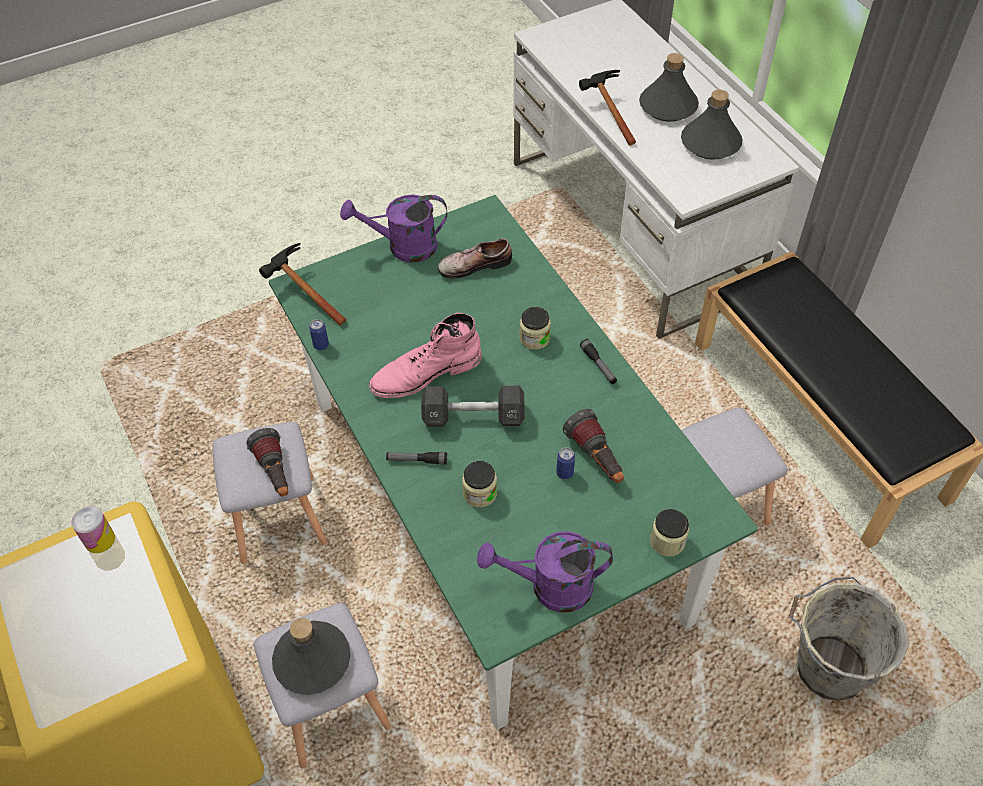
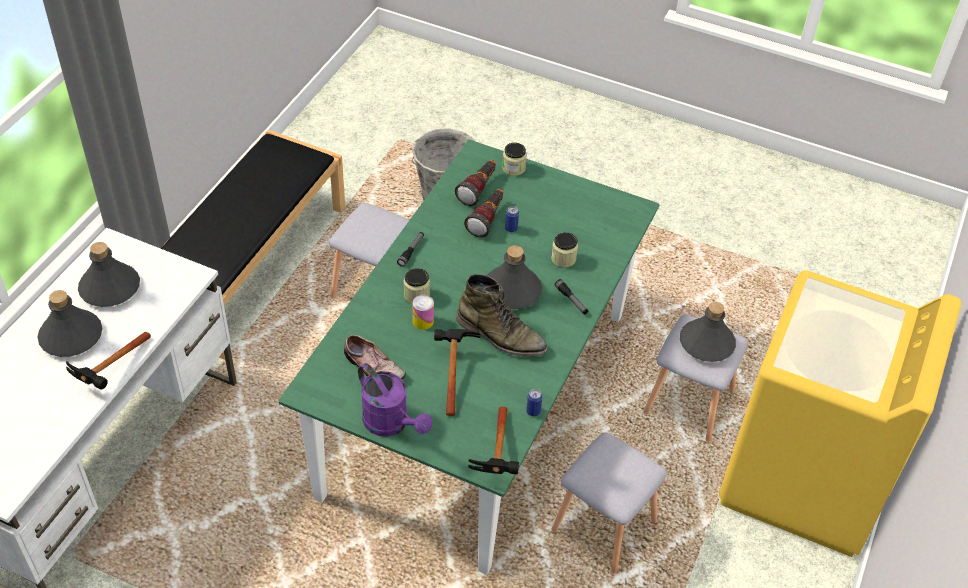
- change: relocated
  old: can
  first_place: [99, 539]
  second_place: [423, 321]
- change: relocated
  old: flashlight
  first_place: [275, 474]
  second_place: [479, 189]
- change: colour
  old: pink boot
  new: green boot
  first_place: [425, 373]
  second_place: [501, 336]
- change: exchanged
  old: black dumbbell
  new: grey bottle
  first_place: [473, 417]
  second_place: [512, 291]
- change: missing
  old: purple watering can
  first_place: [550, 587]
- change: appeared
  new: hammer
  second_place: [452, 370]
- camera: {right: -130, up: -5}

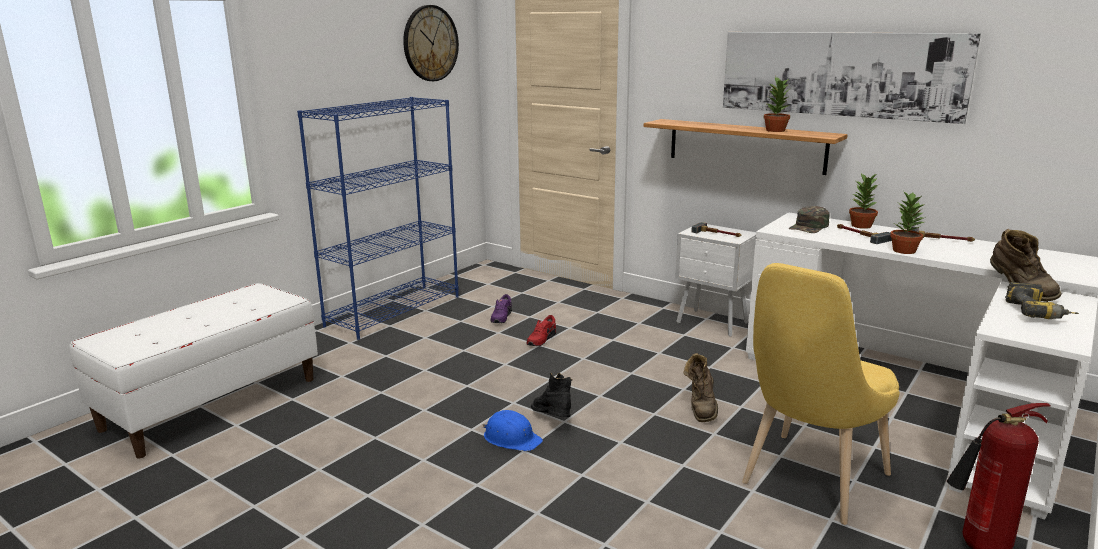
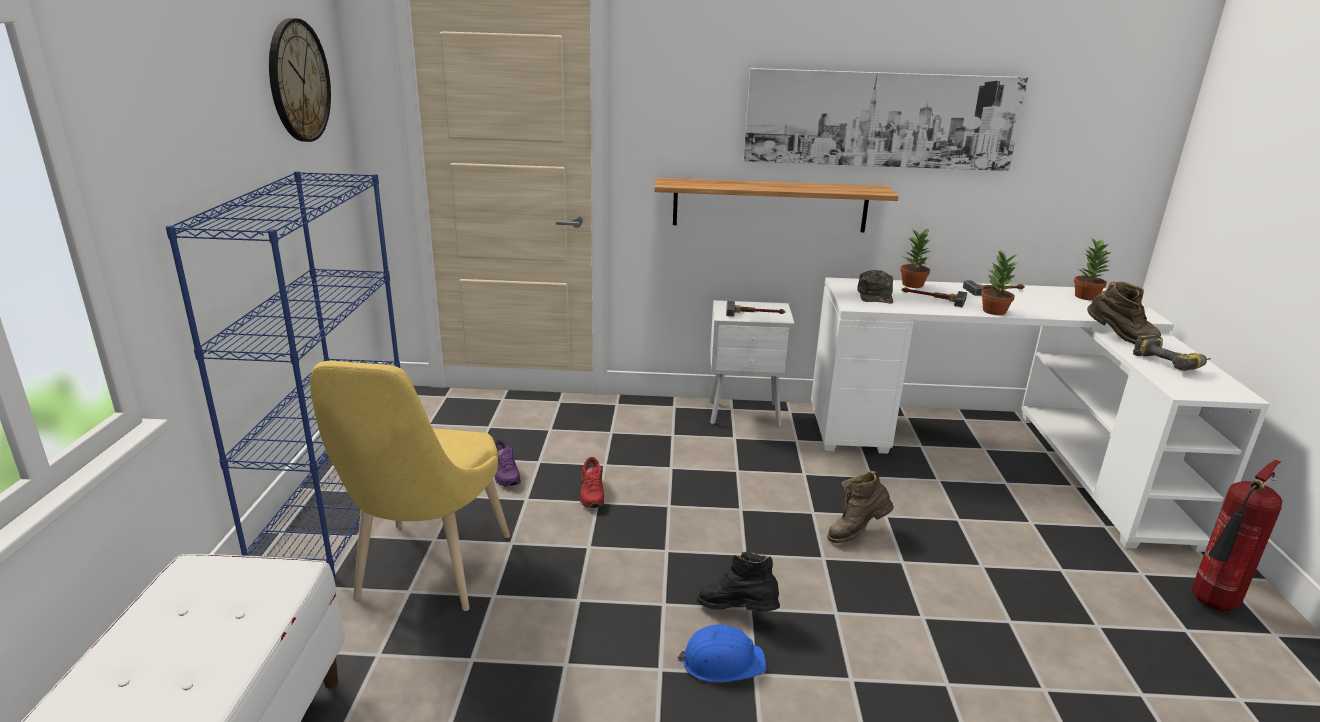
- change: spun
  old: brown boot
  first_place: [701, 408]
  second_place: [856, 532]
  degrees: 90
- change: relocated
  old: yellow chair
  first_place: [809, 483]
  second_place: [428, 573]
- change: relocated
  old: potted plant
  first_place: [775, 130]
  second_place: [1085, 296]
- camera: {right: -35, up: 5}

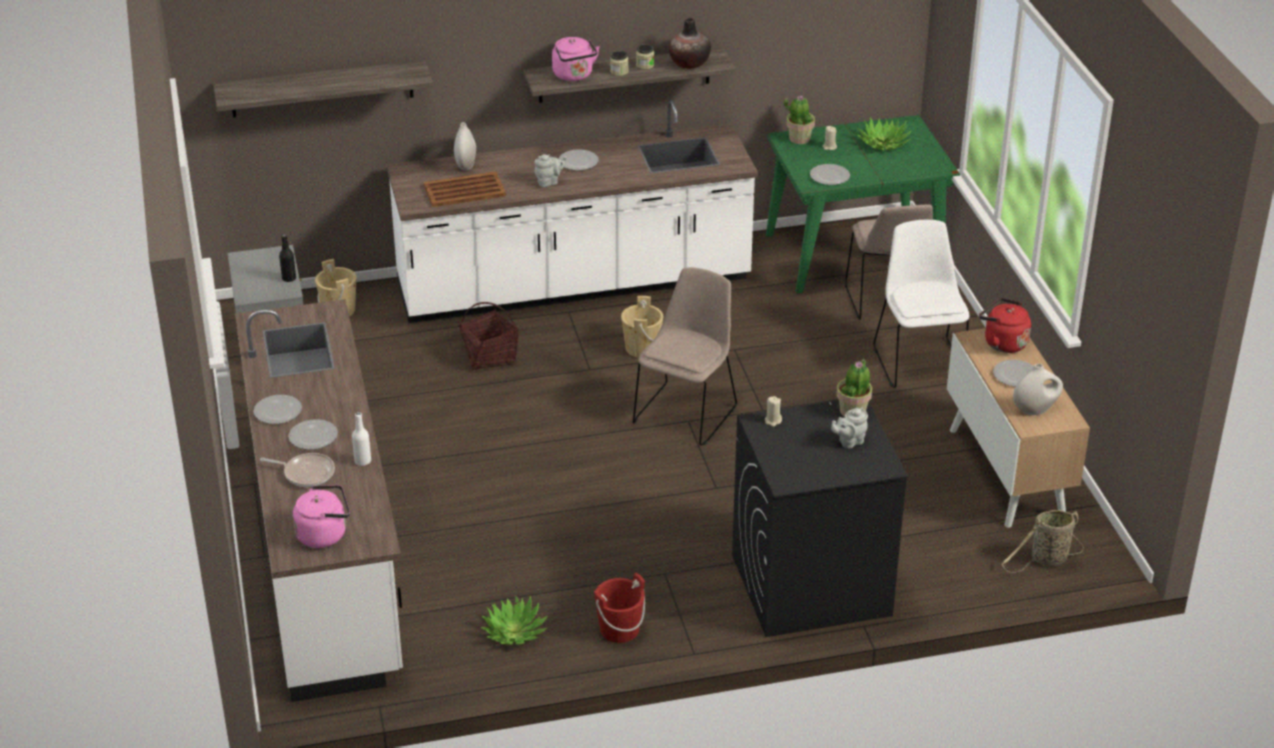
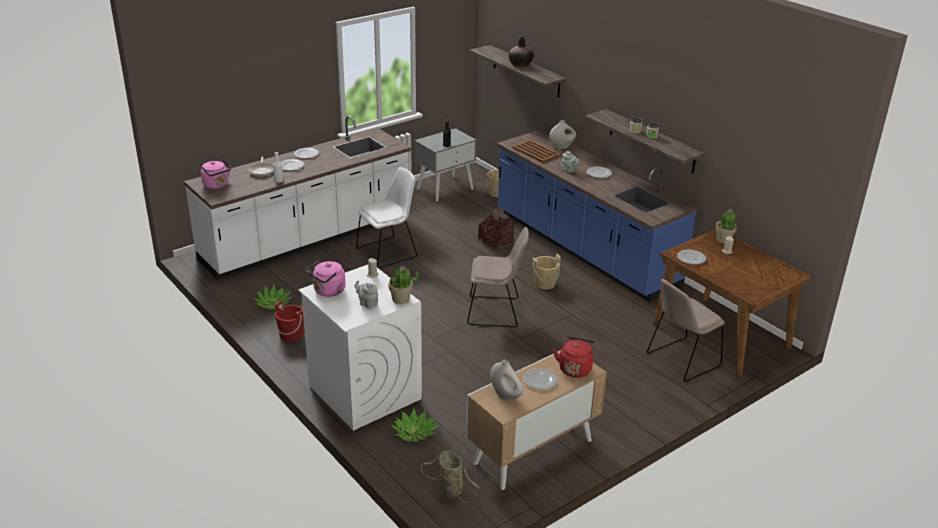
- change: colour
  old: white counter
  new: blue counter
  first_place: [574, 285]
  second_place: [583, 249]
- change: relocated
  old: pink kettle
  first_place: [574, 76]
  second_place: [328, 291]
- change: relocated
  old: vase
  first_place: [689, 63]
  second_place: [520, 65]
- change: colour
  old: black washing machine
  new: white washing machine
  first_place: [810, 585]
  second_place: [364, 392]
- change: colour
  old: green dining table
  new: brown dining table
  first_place: [855, 253]
  second_place: [721, 336]
- change: relocated
  old: potted plant
  first_place: [883, 143]
  second_place: [414, 433]
- change: relocated
  old: white chair
  first_place: [919, 361]
  second_place: [388, 252]
- camera: {right: 65, up: -5}

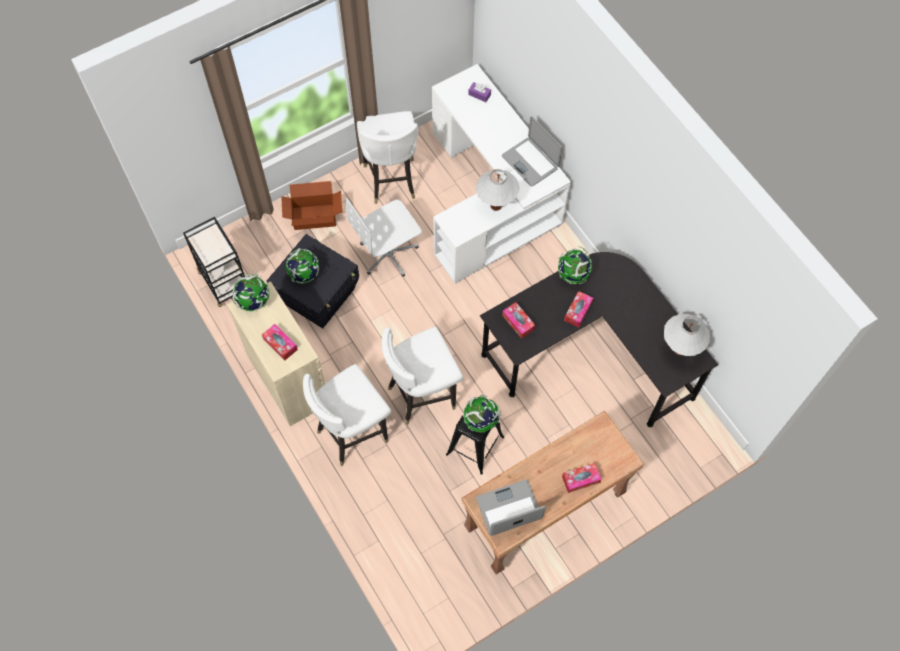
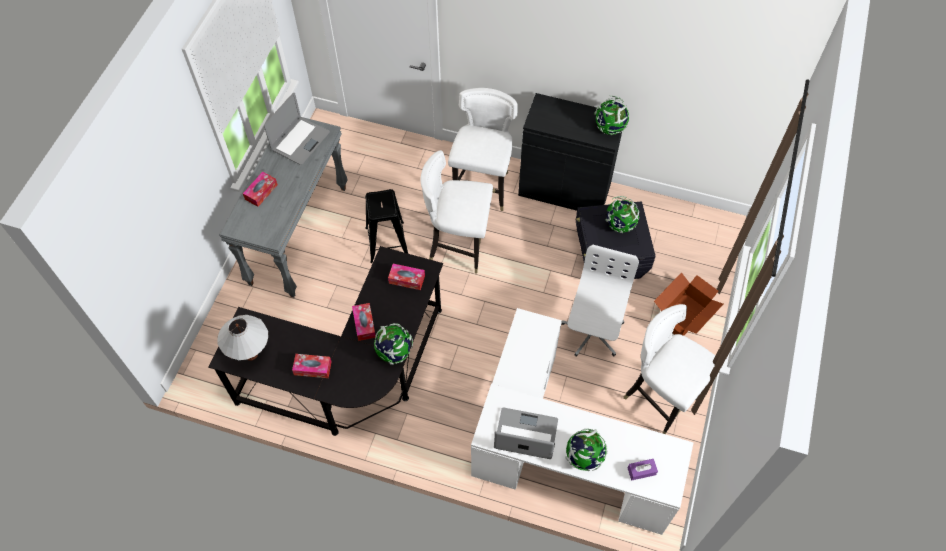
- change: missing
  old: black cart
  first_place: [225, 282]
- change: colour
  old: beige cabinet
  new: black cabinet
  first_place: [288, 378]
  second_place: [564, 189]
- change: relocated
  old: tissue box
  first_place: [280, 344]
  second_place: [312, 368]
- change: spun
  old: white chair
  first_place: [422, 395]
  second_place: [458, 247]
  degrees: -105
- change: colour
  old: brown console table
  new: grey console table
  first_place: [544, 513]
  second_place: [298, 234]
- change: relocated
  old: globe
  first_place: [481, 421]
  second_place: [583, 457]
- change: missing
  old: white table lamp
  first_place: [496, 206]
- camera: {right: 140, up: -5}

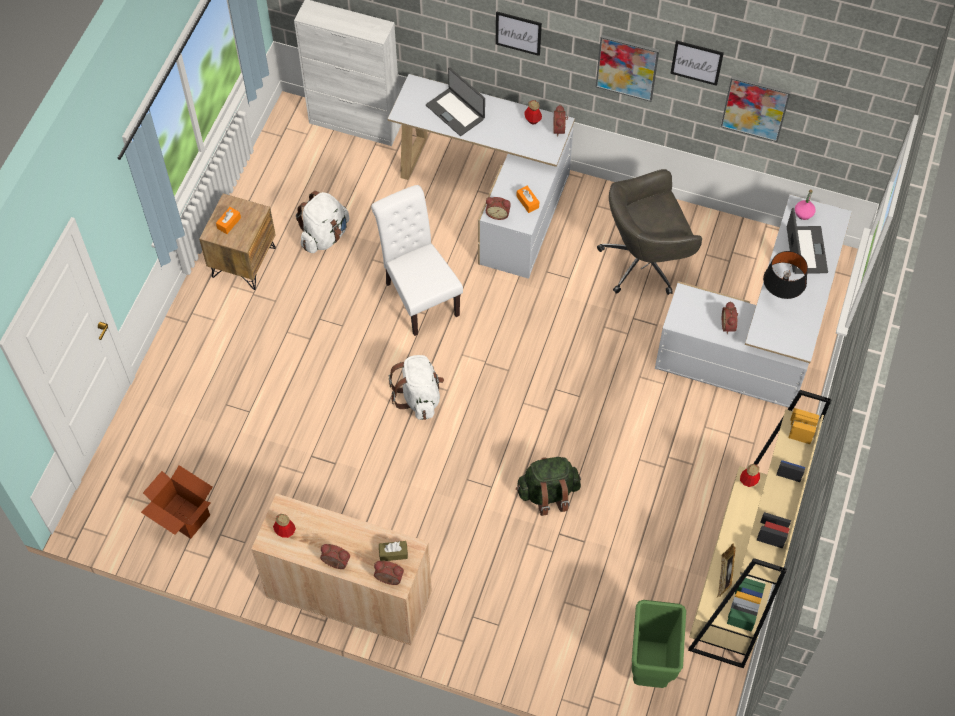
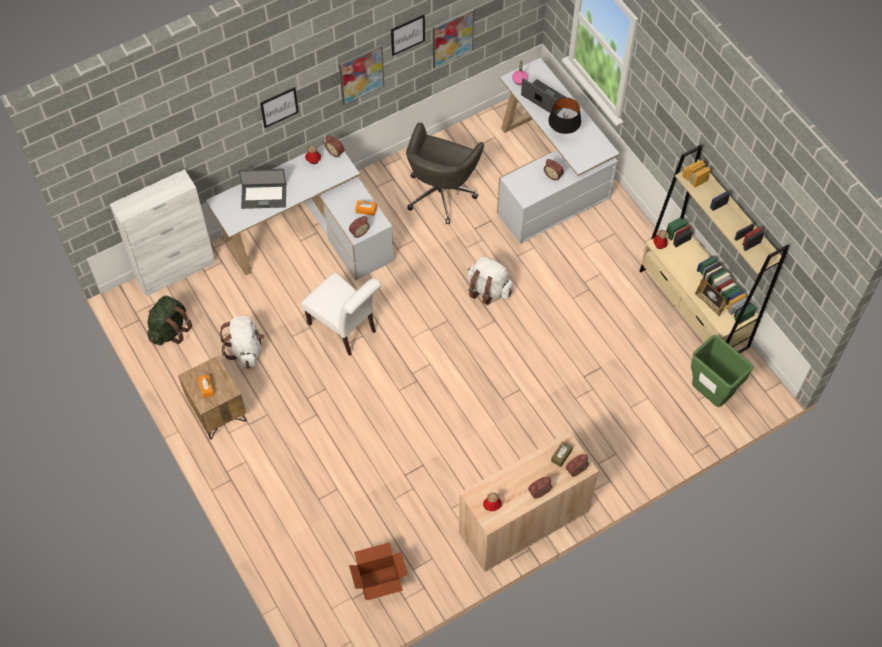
- change: spun
  old: white chair
  first_place: [418, 295]
  second_place: [345, 329]
  degrees: -150
- change: relocated
  old: white backpack
  first_place: [419, 397]
  second_place: [488, 289]
- change: relocated
  old: green backpack
  first_place: [548, 493]
  second_place: [170, 330]
- camera: {right: -50, up: 0}

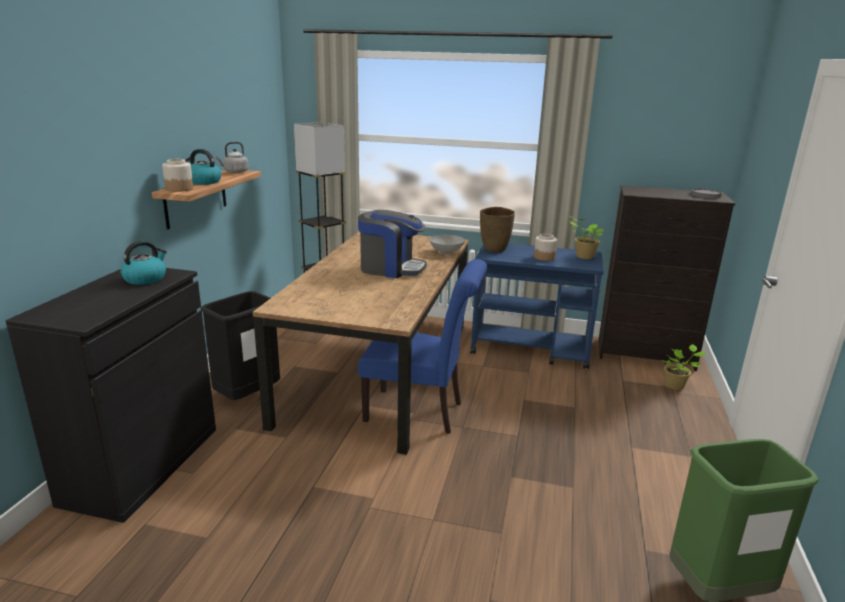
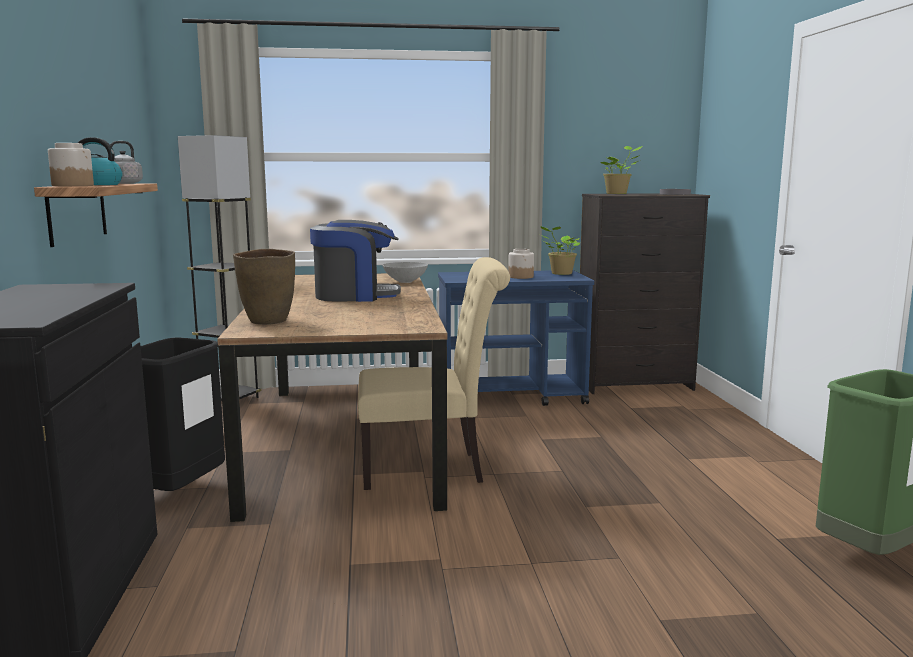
- change: missing
  old: kettle
  first_place: [145, 279]
- change: colour
  old: blue chair
  new: beige chair
  first_place: [420, 412]
  second_place: [430, 469]
- change: relocated
  old: brown vase
  first_place: [494, 250]
  second_place: [268, 321]
- change: relocated
  old: potted plant
  first_place: [676, 386]
  second_place: [618, 193]
- camera: {right: -20, up: -10}

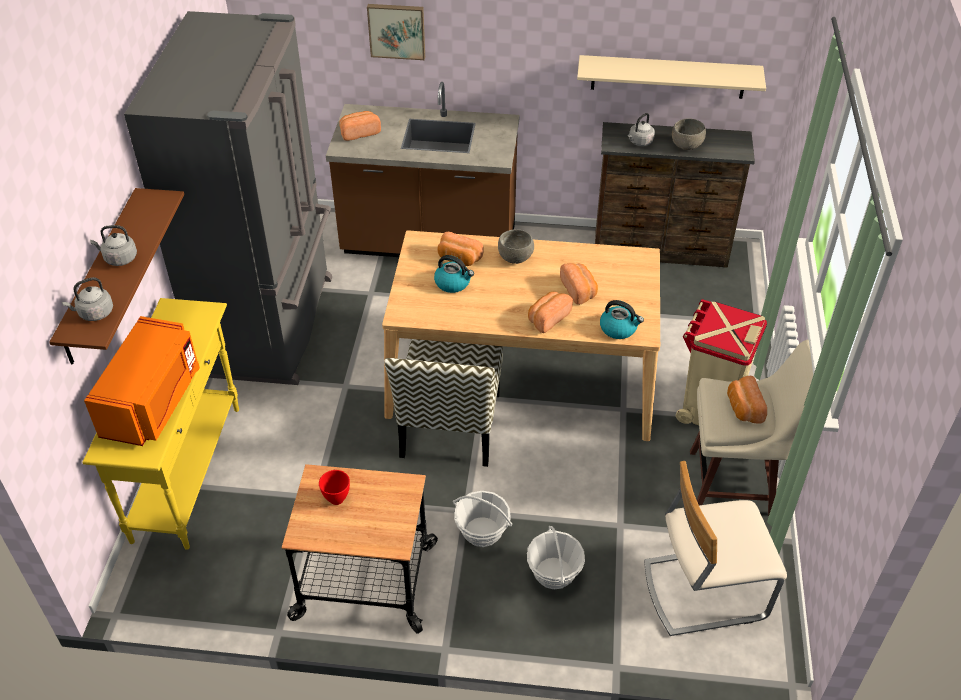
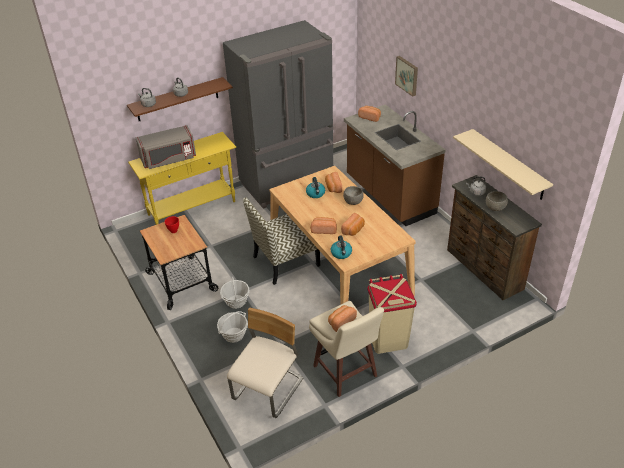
- change: colour
  old: orange microwave
  new: grey microwave
  first_place: [153, 402]
  second_place: [168, 159]
- change: spun
  old: beige chair
  first_place: [703, 589]
  second_place: [269, 390]
  degrees: 75
- camera: {right: 55, up: -5}

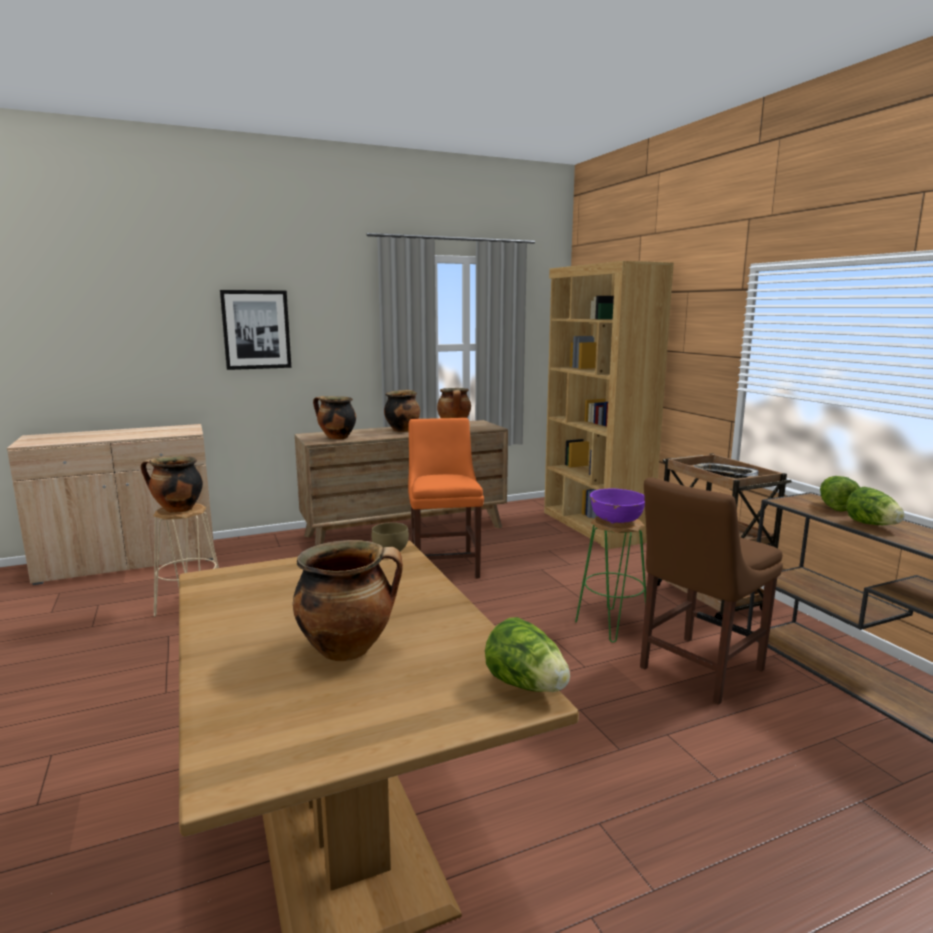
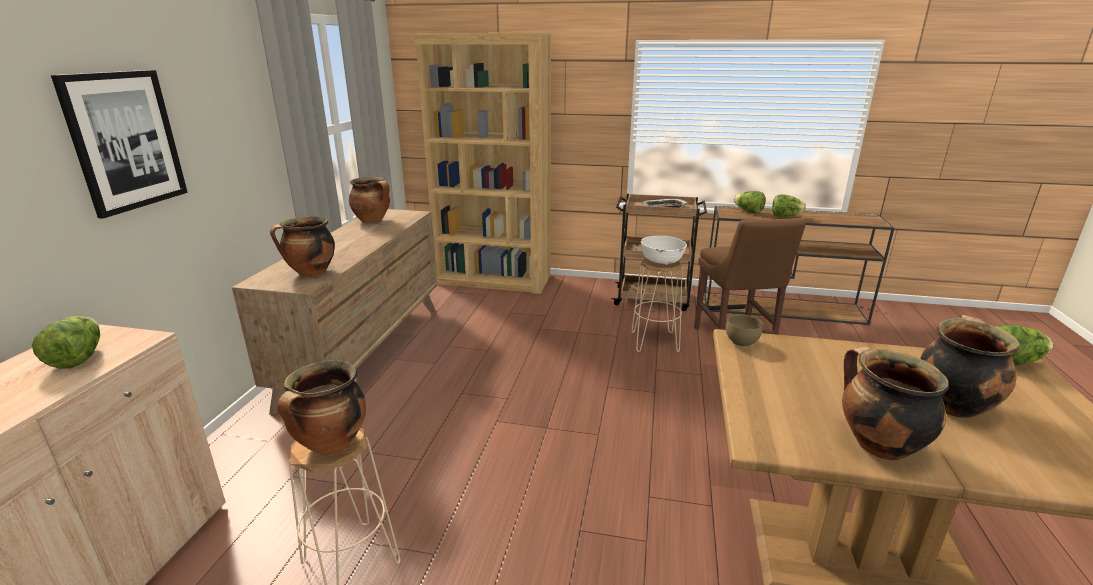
- change: relocated
  old: cooking pot
  first_place: [402, 430]
  second_place: [877, 445]
- change: missing
  old: orange chair
  first_place: [444, 565]
- change: colour
  old: green stool
  new: beige stool
  first_place: [612, 625]
  second_place: [655, 342]
- change: colour
  old: purple bowl
  new: white bowl
  first_place: [616, 521]
  second_place: [661, 262]
- change: appeared
  new: lettuce
  second_place: [78, 358]
- camera: {right: -55, up: 10}

